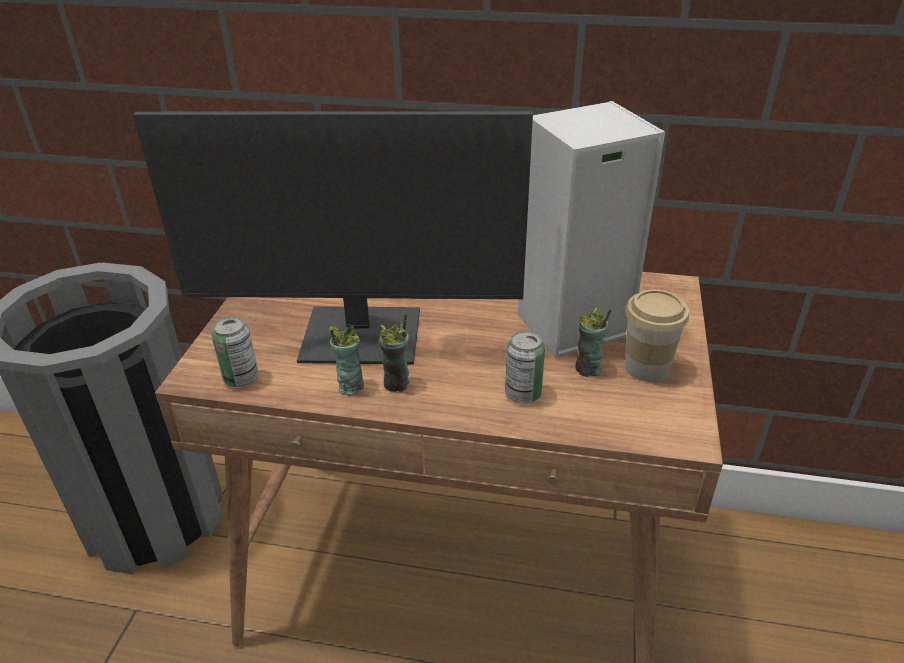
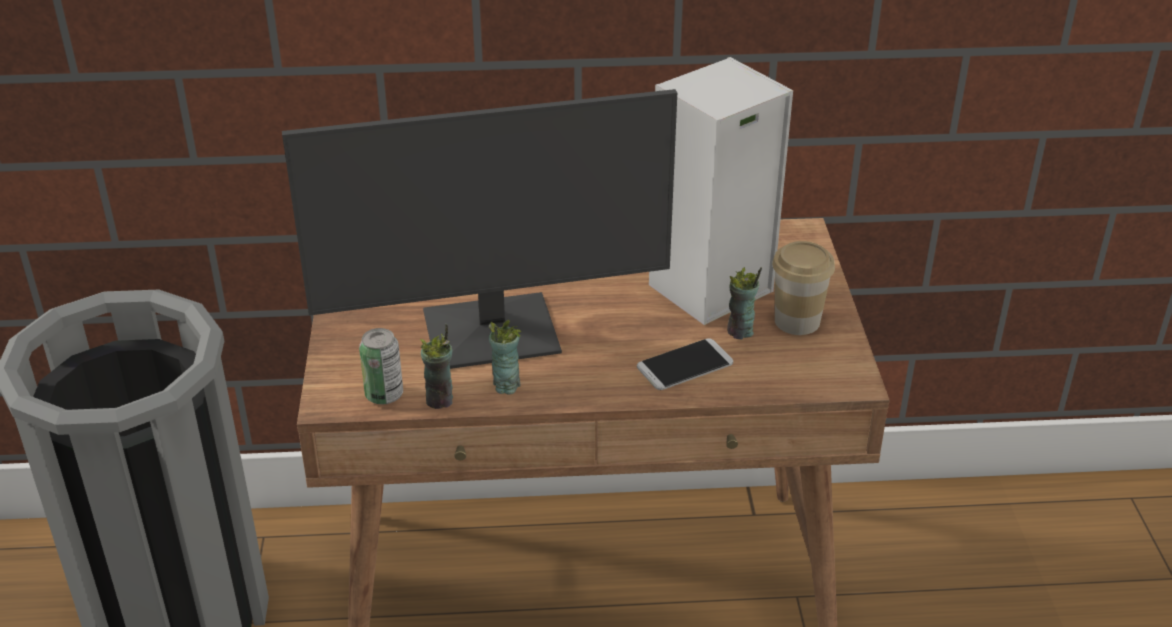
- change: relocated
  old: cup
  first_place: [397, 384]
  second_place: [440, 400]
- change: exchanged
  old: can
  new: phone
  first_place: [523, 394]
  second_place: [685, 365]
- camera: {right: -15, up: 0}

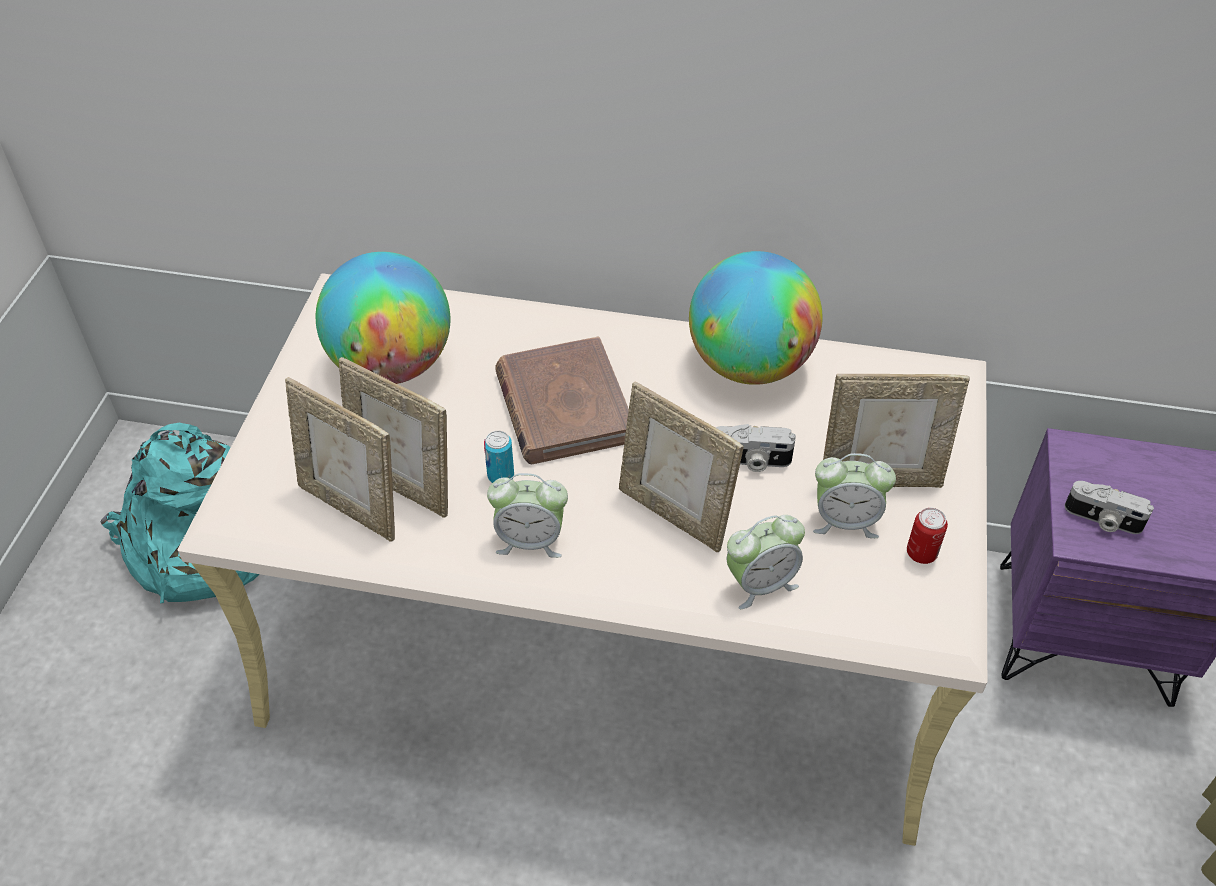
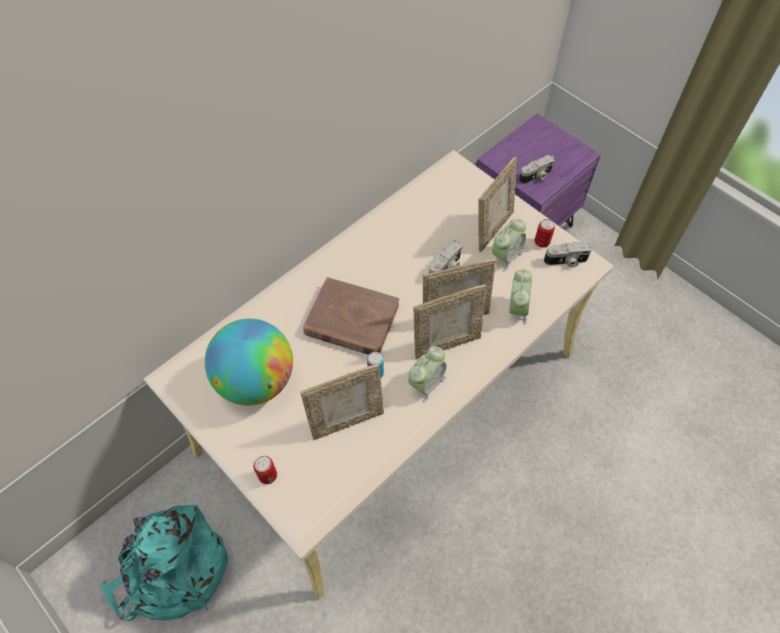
- change: relocated
  old: picture frame
  first_place: [352, 507]
  second_place: [446, 343]
- change: missing
  old: globe
  first_place: [749, 365]
- change: appeared
  new: can
  second_place: [268, 475]
- change: appeared
  new: photo camera
  second_place: [566, 261]
- camera: {right: -55, up: 10}

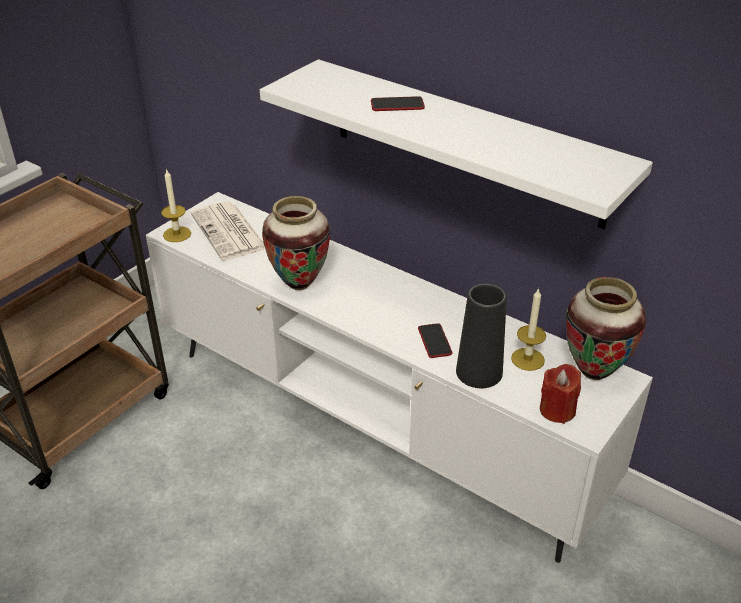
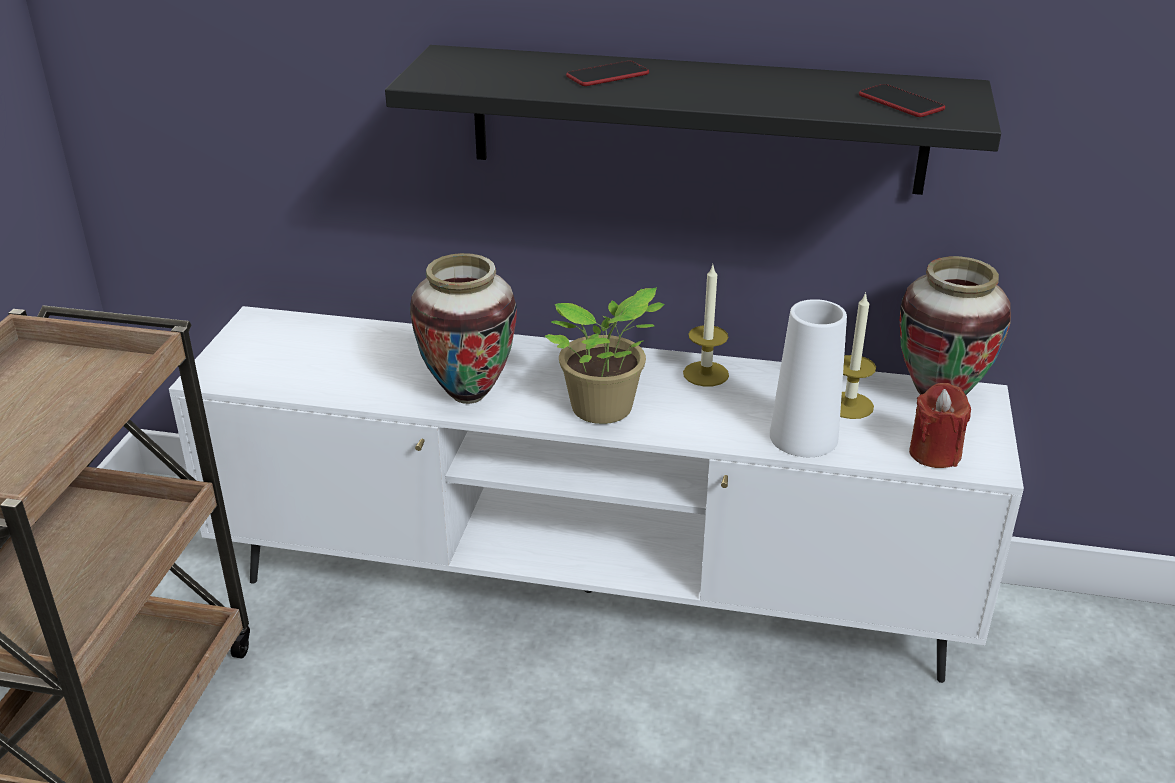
- change: relocated
  old: candle
  first_place: [177, 234]
  second_place: [705, 374]
- change: missing
  old: newspaper
  first_place: [229, 232]
- change: colour
  old: white shelf
  new: black shelf
  first_place: [465, 142]
  second_place: [696, 119]
- change: relocated
  old: phone
  first_place: [434, 341]
  second_place: [900, 102]
- change: colour
  old: black vase
  new: white vase
  first_place: [479, 372]
  second_place: [803, 437]
- change: appeared
  new: potted plant
  second_place: [604, 410]
- camera: {right: -25, up: -5}

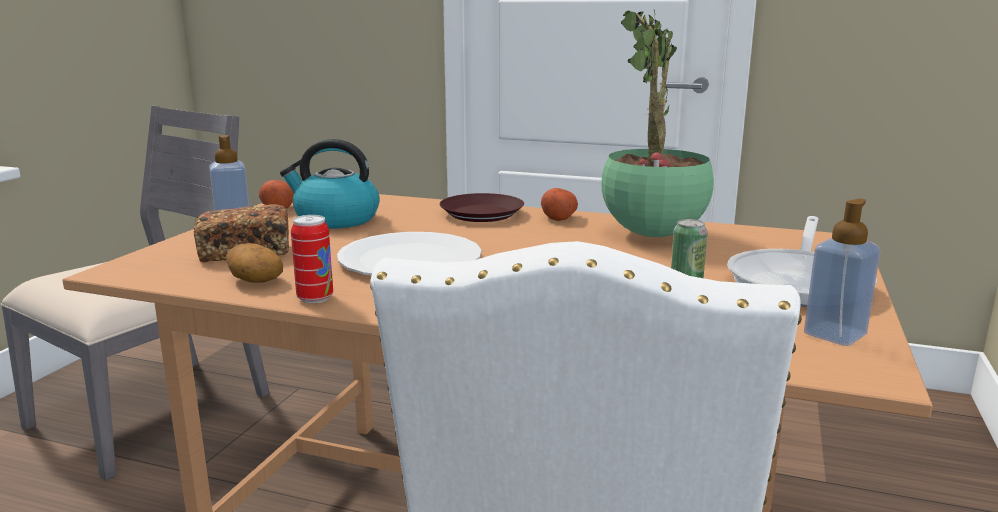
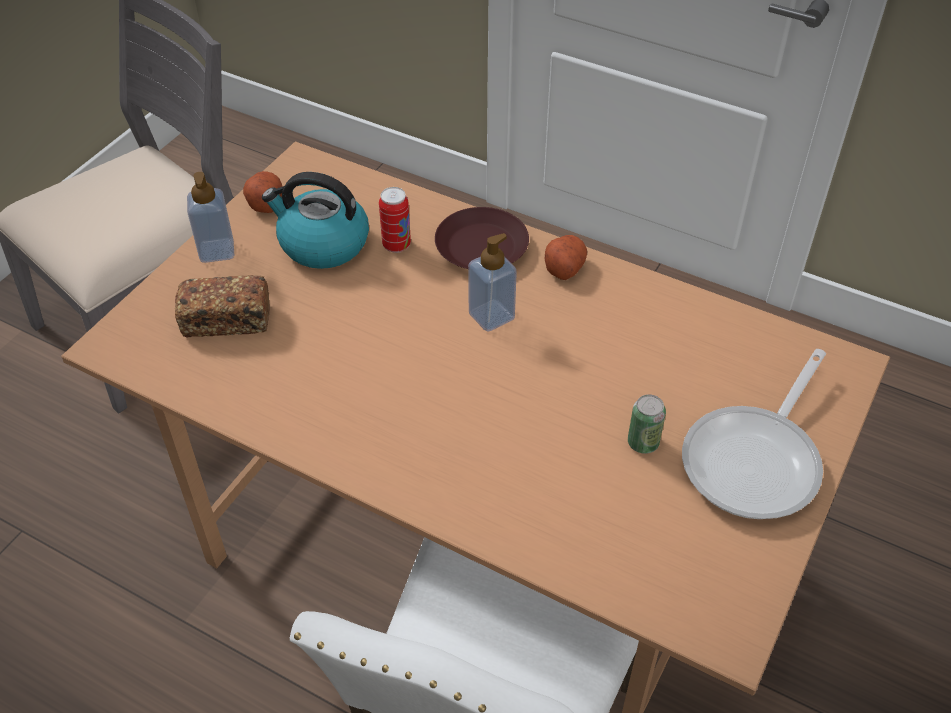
- change: missing
  old: potato
  first_place: [254, 279]
- change: relocated
  old: can
  first_place: [315, 298]
  second_place: [396, 245]
- change: missing
  old: white plate
  first_place: [409, 259]
- change: missing
  old: potted plant
  first_place: [653, 235]
- change: relocated
  old: soap dispenser
  first_place: [834, 334]
  second_place: [491, 316]
- camera: {right: 10, up: 30}

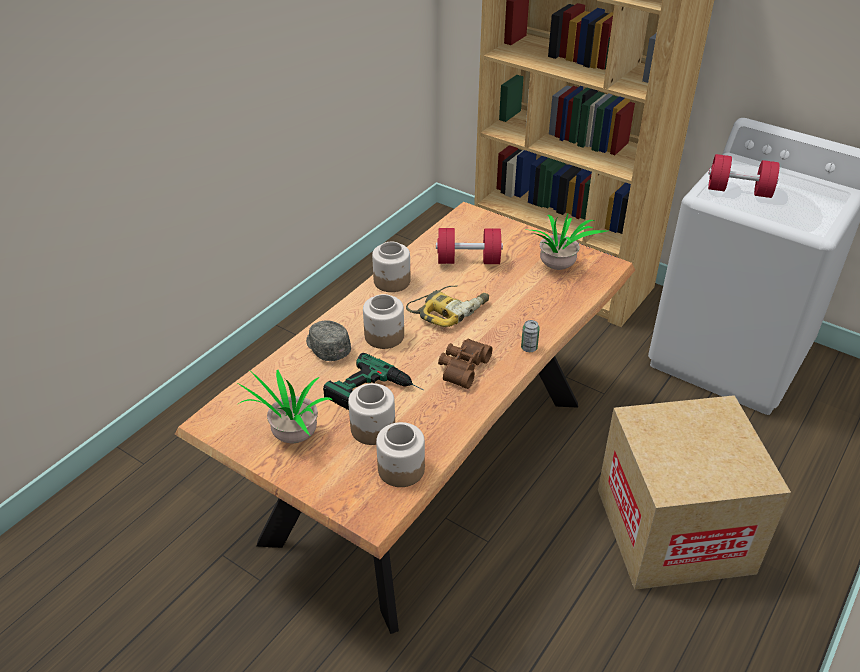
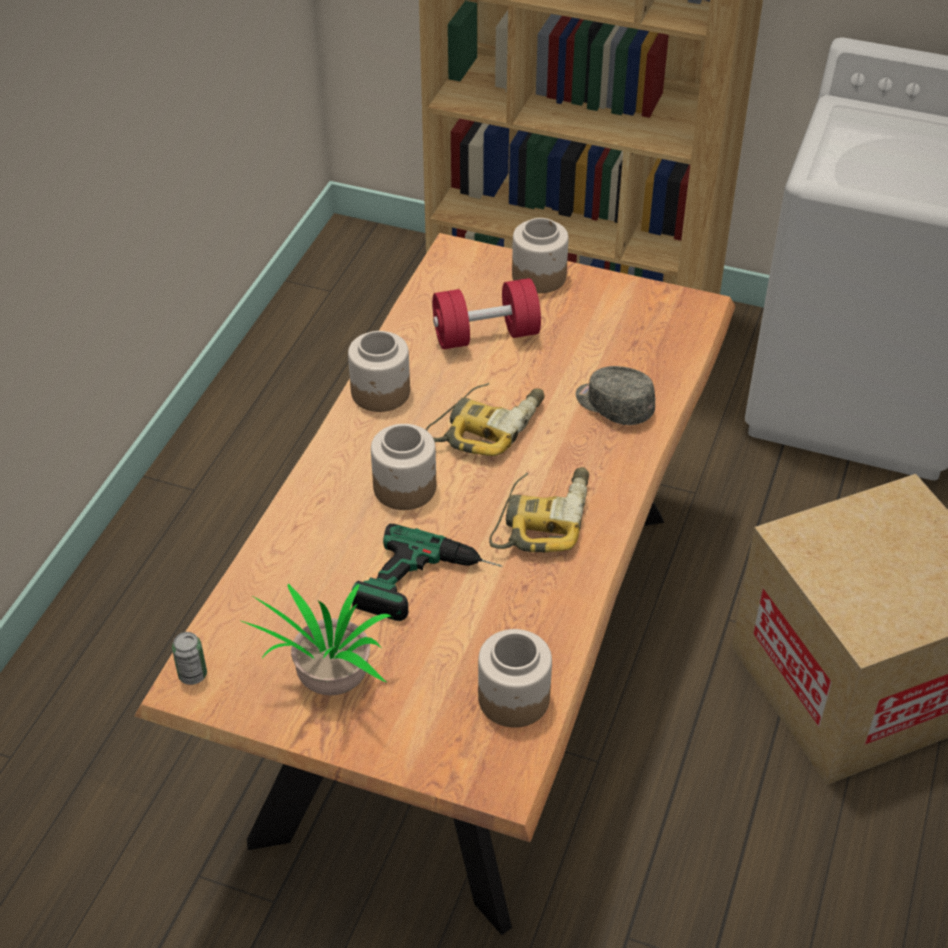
- change: relocated
  old: grey cap
  first_place: [327, 347]
  second_place: [613, 406]
- change: relocated
  old: jar
  first_place: [373, 428]
  second_place: [539, 276]
- change: exchanged
  old: brown binoculars
  new: power drill
  first_place: [462, 368]
  second_place: [542, 517]
- change: relocated
  old: can
  first_place: [529, 348]
  second_place: [192, 675]
- change: missing
  old: potted plant
  first_place: [558, 269]
- change: missing
  old: red dumbbell
  first_place: [739, 191]
- camera: {right: -15, up: 5}

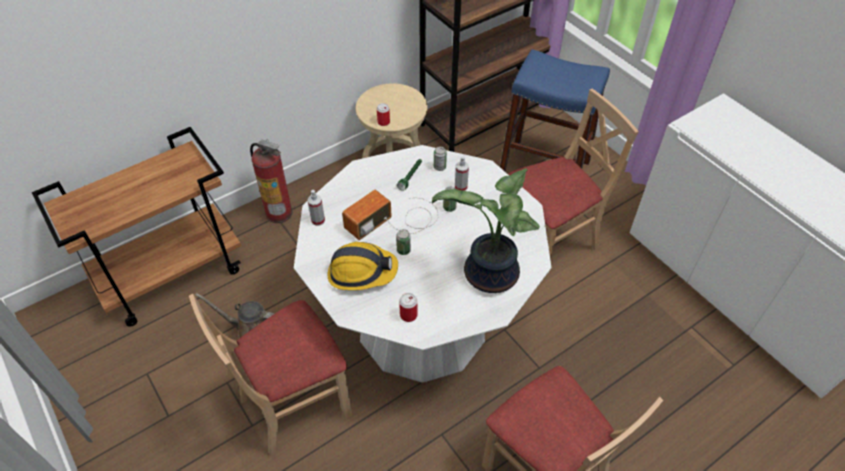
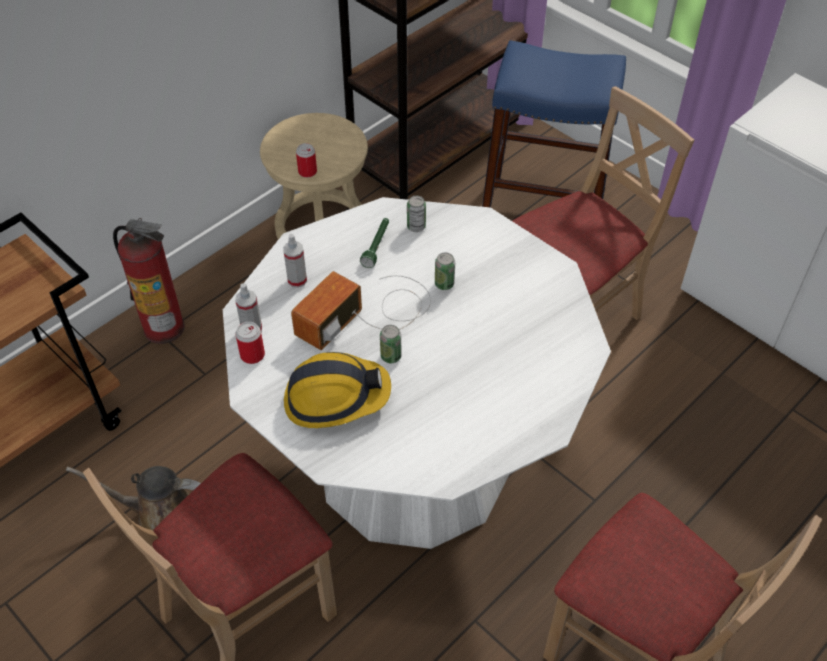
- change: relocated
  old: can
  first_place: [408, 315]
  second_place: [252, 355]
- change: missing
  old: potted plant
  first_place: [488, 276]
- change: relocated
  old: spray bottle
  first_place: [461, 187]
  second_place: [297, 280]
- camera: {right: -10, up: 0}

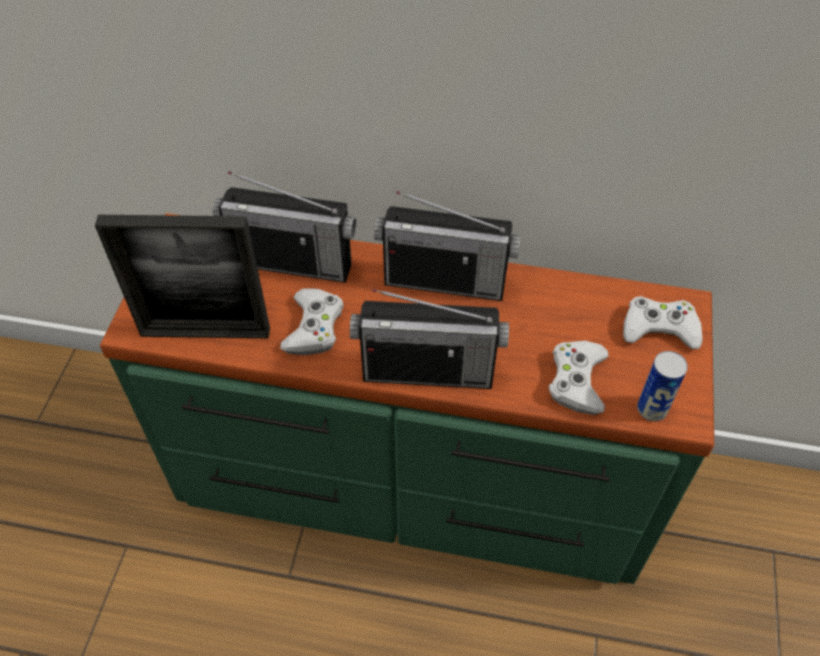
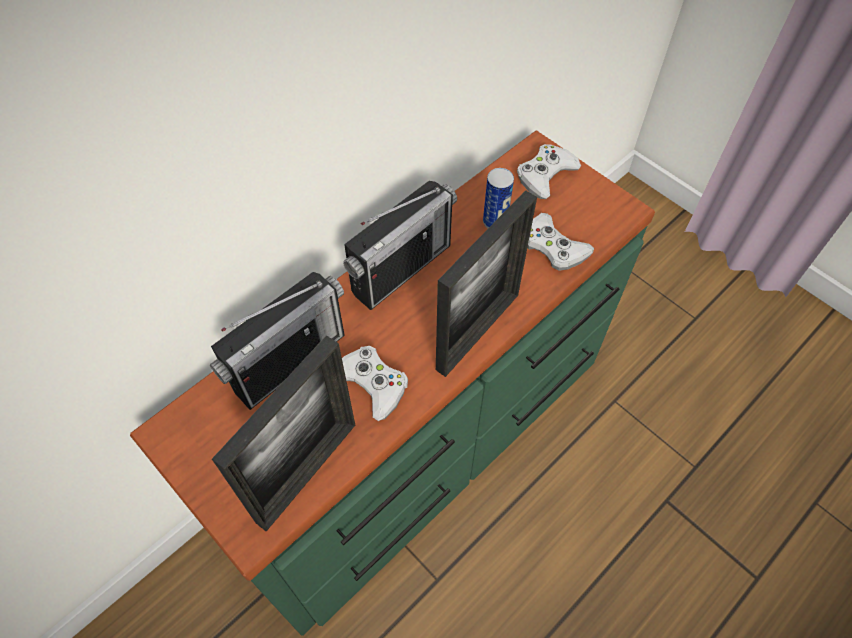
- change: exchanged
  old: radio
  new: picture frame
  first_place: [428, 372]
  second_place: [478, 331]
- change: relocated
  old: can
  first_place: [652, 409]
  second_place: [495, 222]
- camera: {right: -55, up: 5}

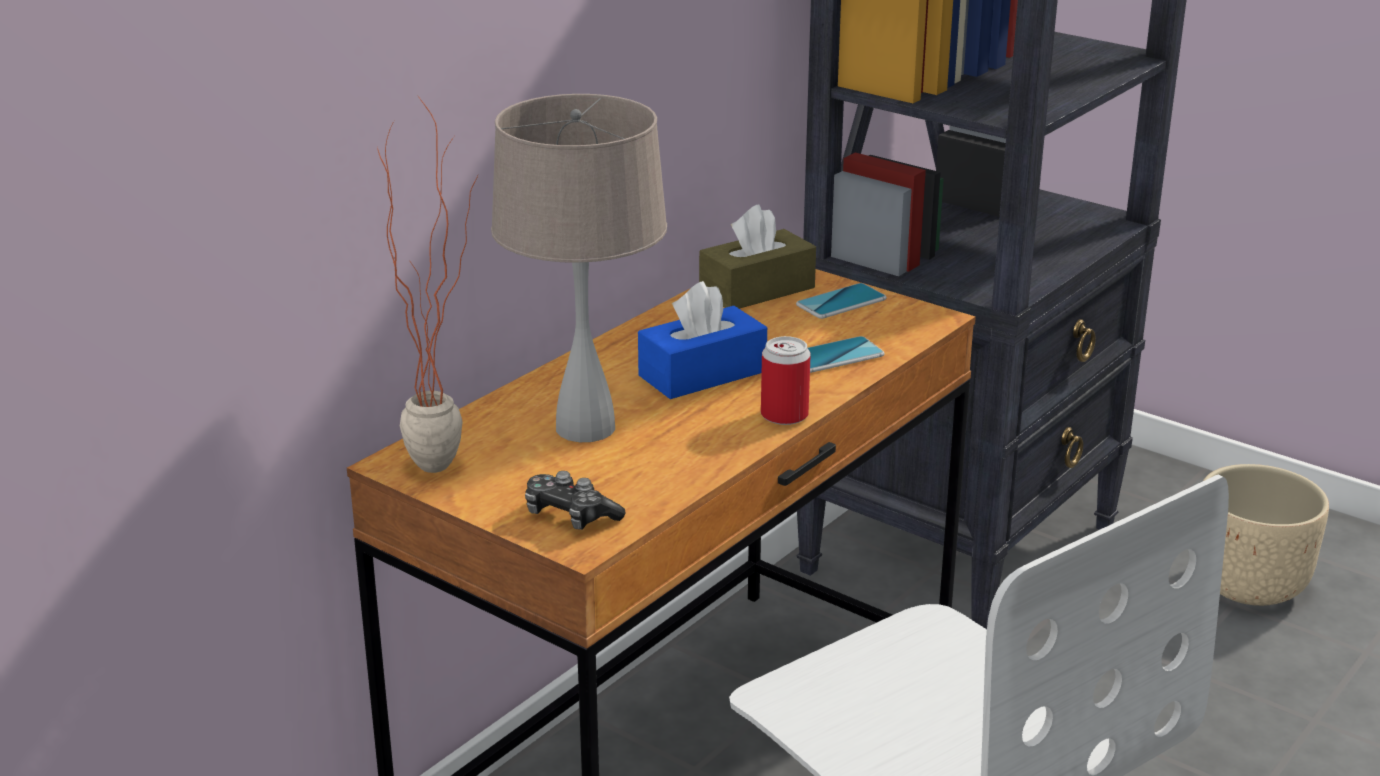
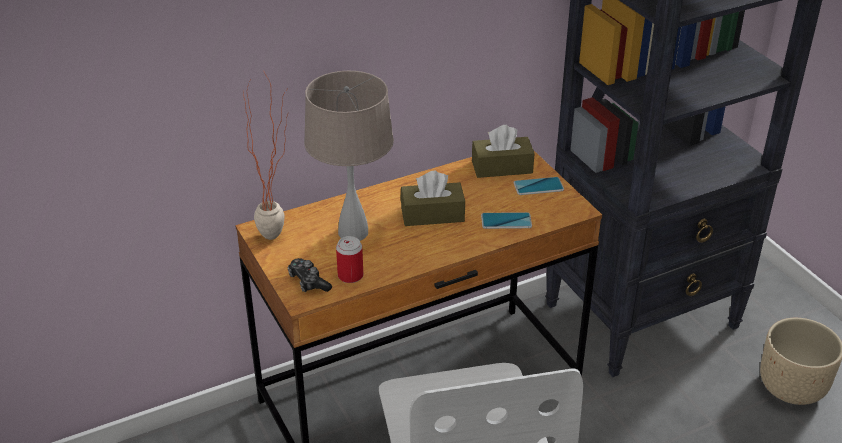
- change: colour
  old: blue tissue box
  new: brown tissue box
  first_place: [702, 374]
  second_place: [432, 214]
- change: relocated
  old: can
  first_place: [784, 415]
  second_place: [350, 276]
- camera: {right: 25, up: 10}

